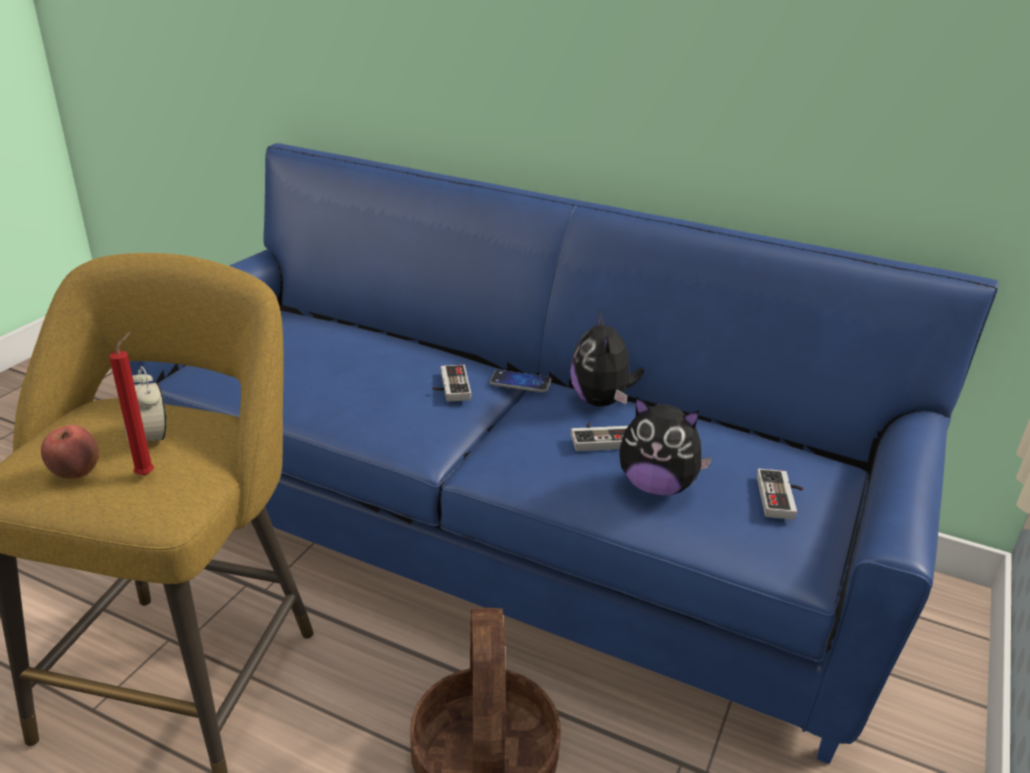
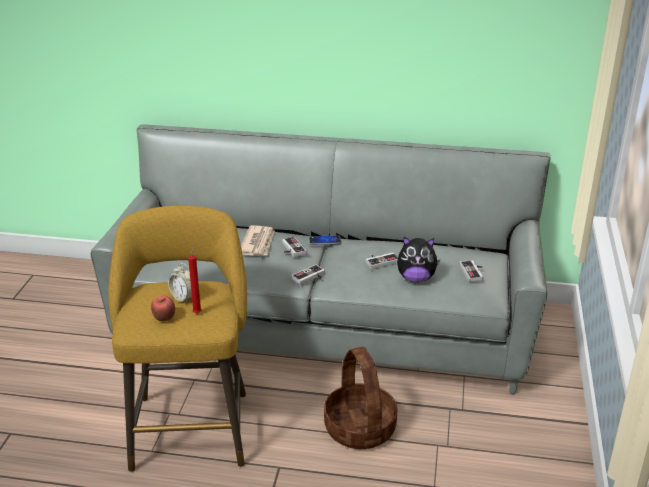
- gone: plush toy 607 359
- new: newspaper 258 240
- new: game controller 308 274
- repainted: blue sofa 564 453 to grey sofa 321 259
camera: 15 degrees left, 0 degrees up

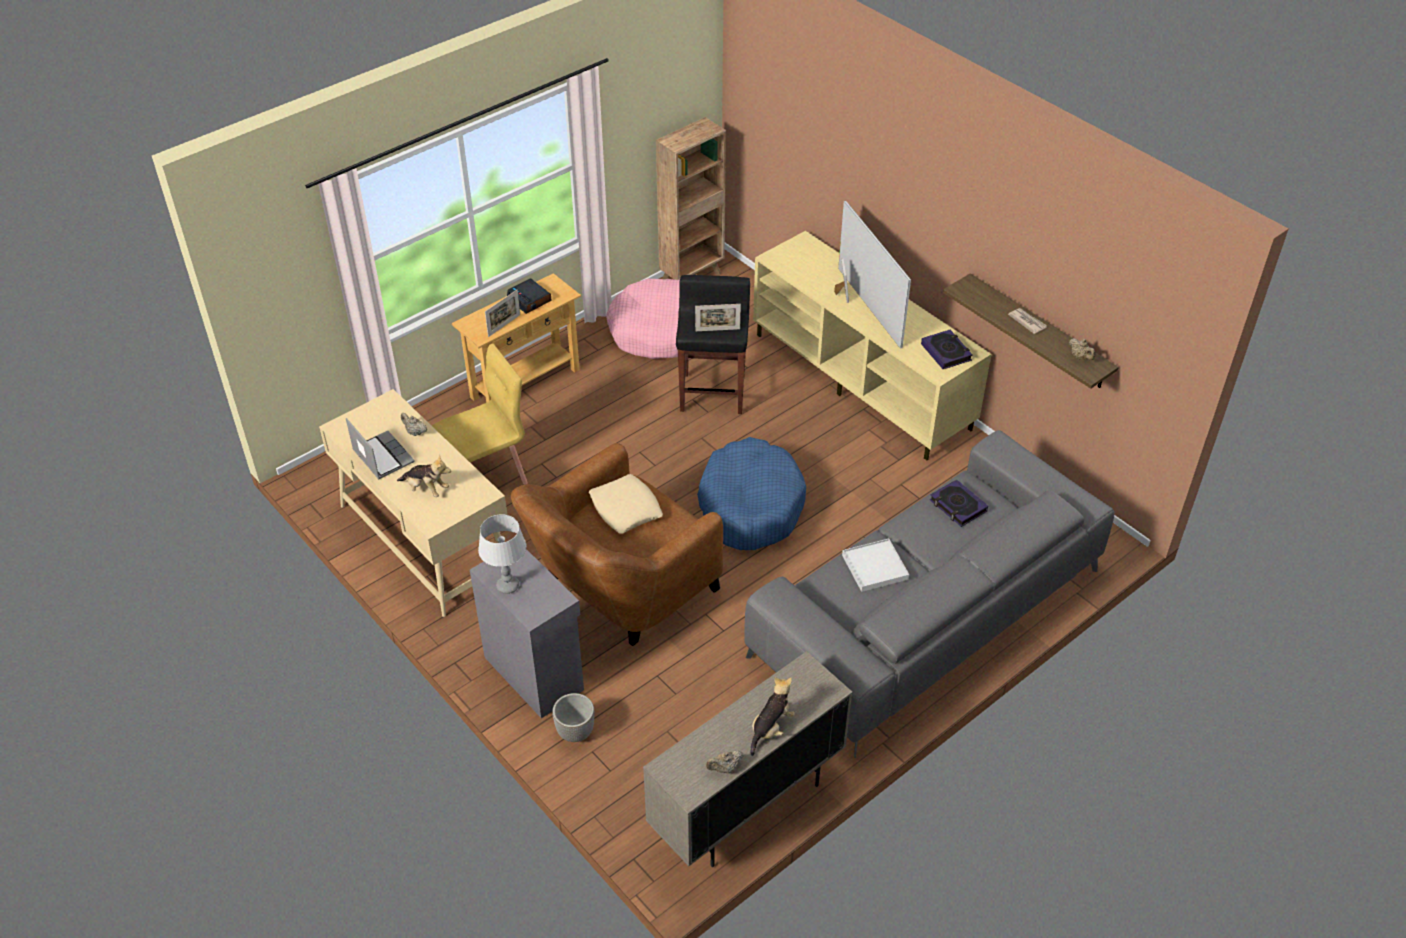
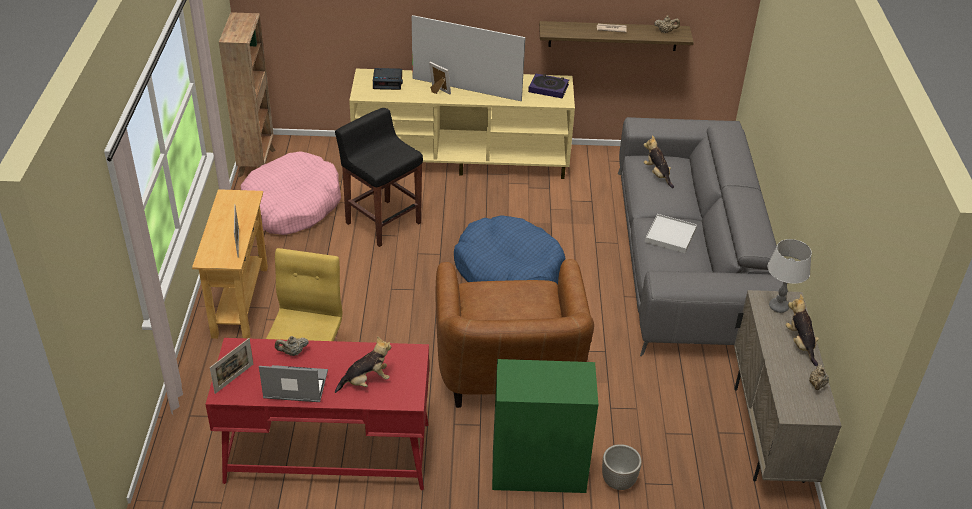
- gone: beige pillow 626 504
- shifted: grey table lamp 502 554 to 790 276
- shifted: alarm clock 529 296 to 388 79
- shifted: picture frame 718 317 to 231 366
- swapped: book 959 503 to plush toy 658 161
- repainted: beige desk 413 503 to red desk 317 414
- repainted: grey cabinet 527 633 to green cabinet 545 426
camera: 50 degrees left, 5 degrees down

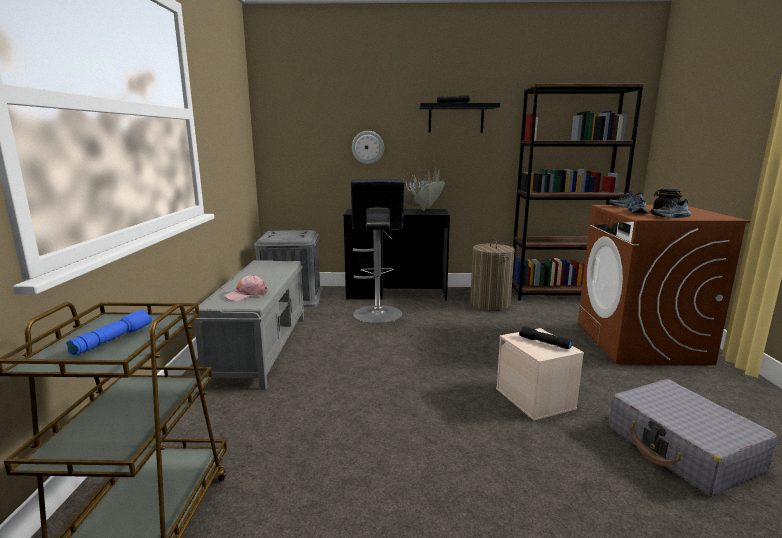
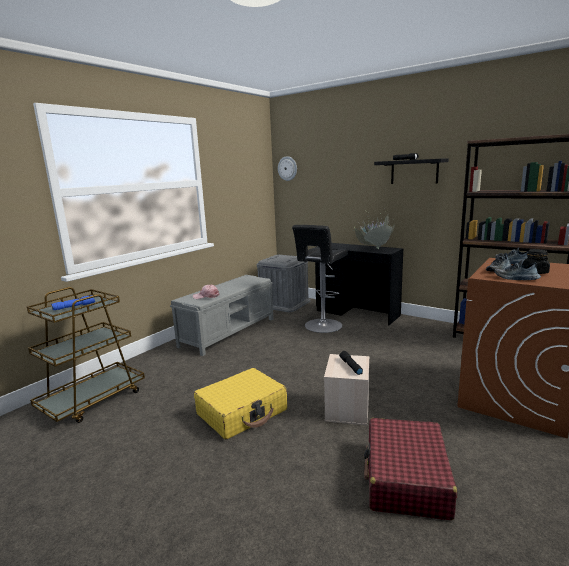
- gone: laundry basket 492 274
- new: yellow suitcase 240 403
- shifted: wall clock 368 147 to 287 168
- repainted: grey suitcase 693 437 to red suitcase 410 469
camera: 35 degrees right, 0 degrees up

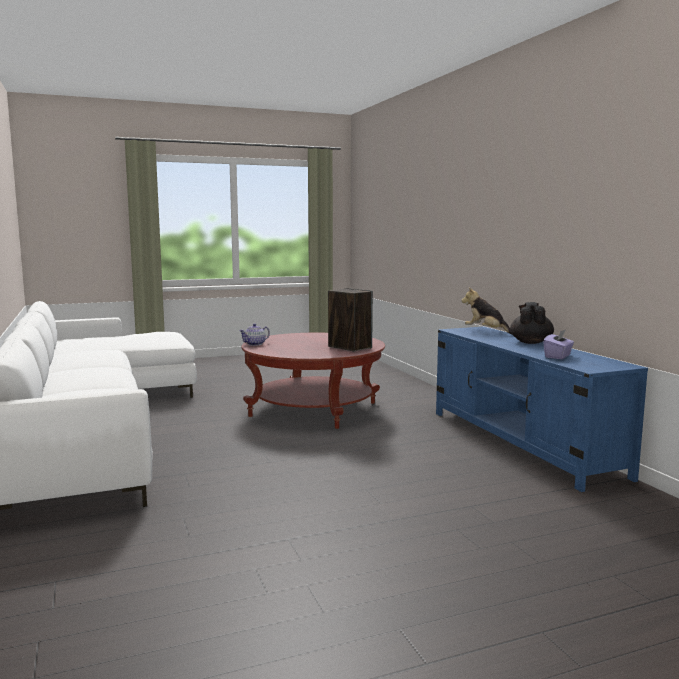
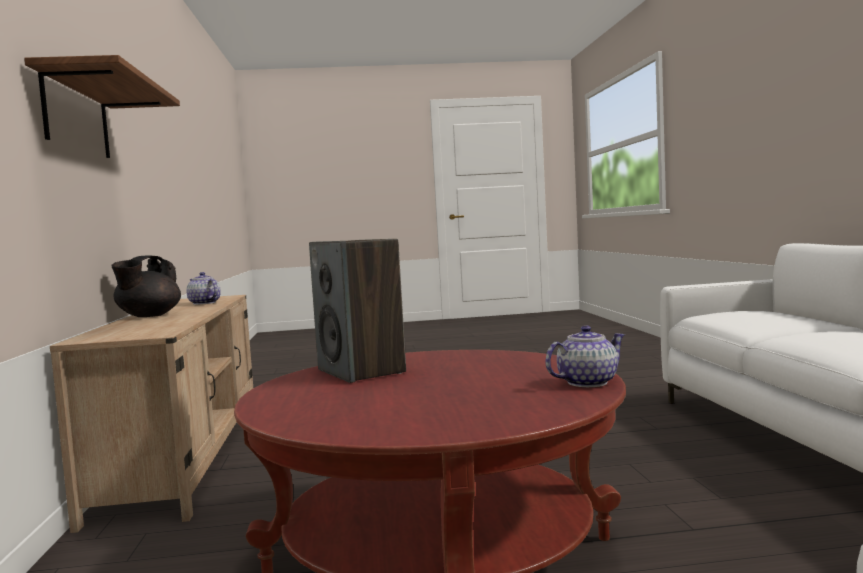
- gone: plush toy 486 311
- new: shelf 102 106
- swapped: purple tissue box 558 344 to teapot 203 288
- repainted: blue tv stand 542 409 to beige tv stand 151 414
camera: 165 degrees left, 5 degrees down

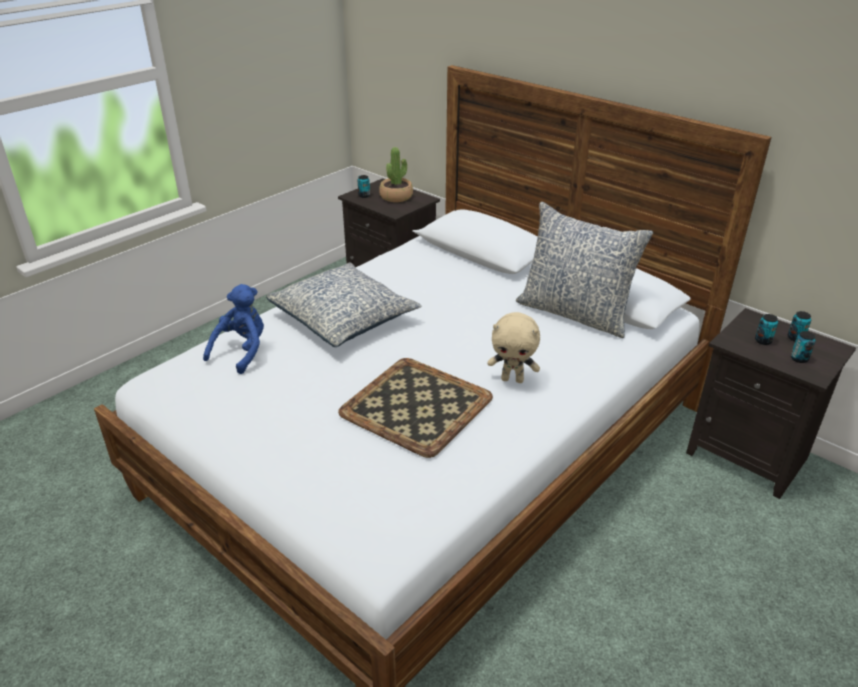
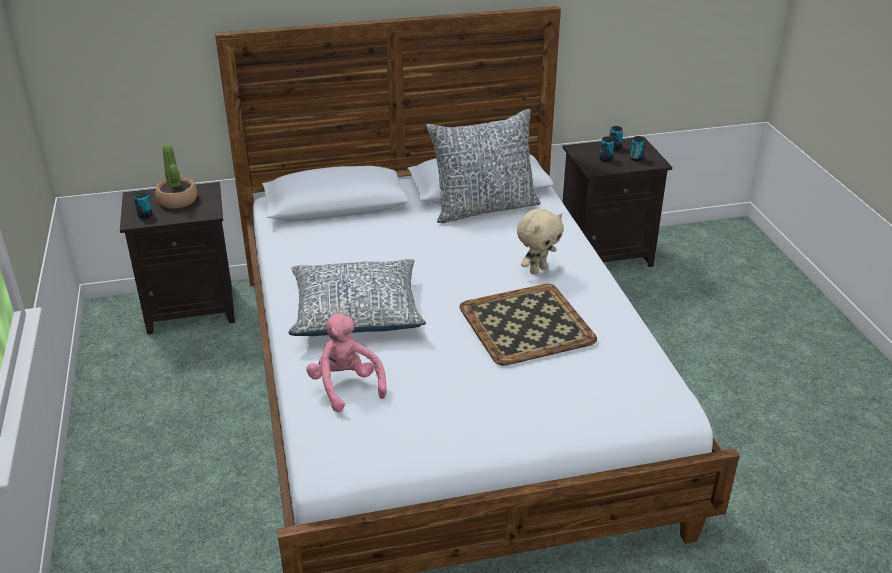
- repainted: blue plush toy 233 329 to pink plush toy 346 363
camera: 55 degrees left, 0 degrees up

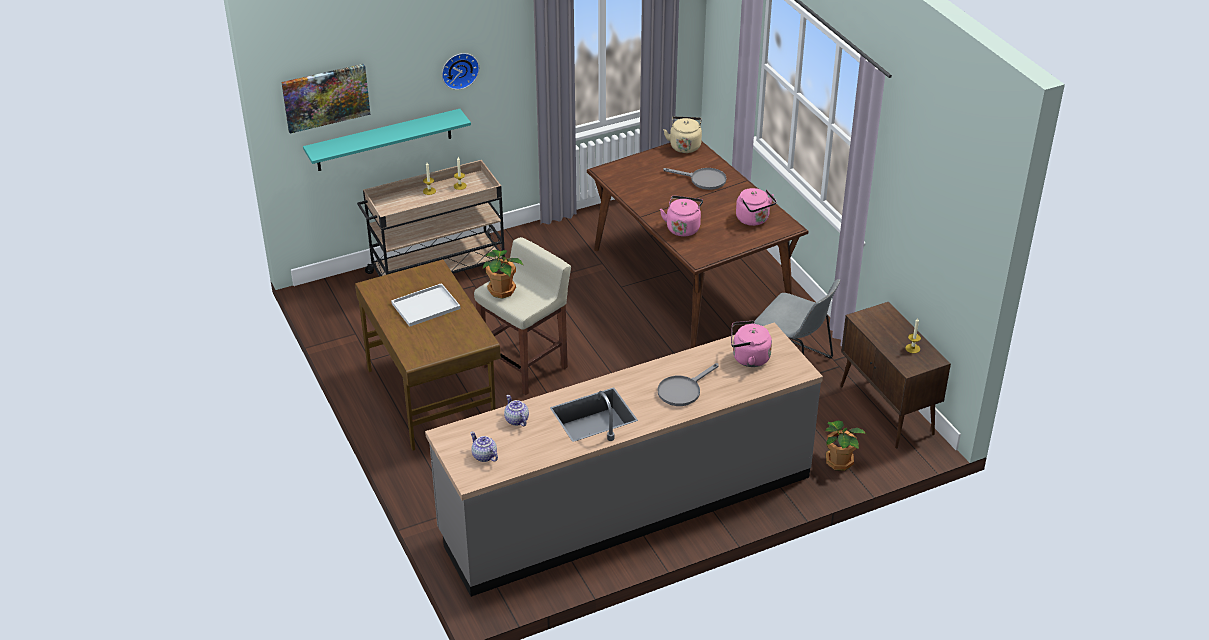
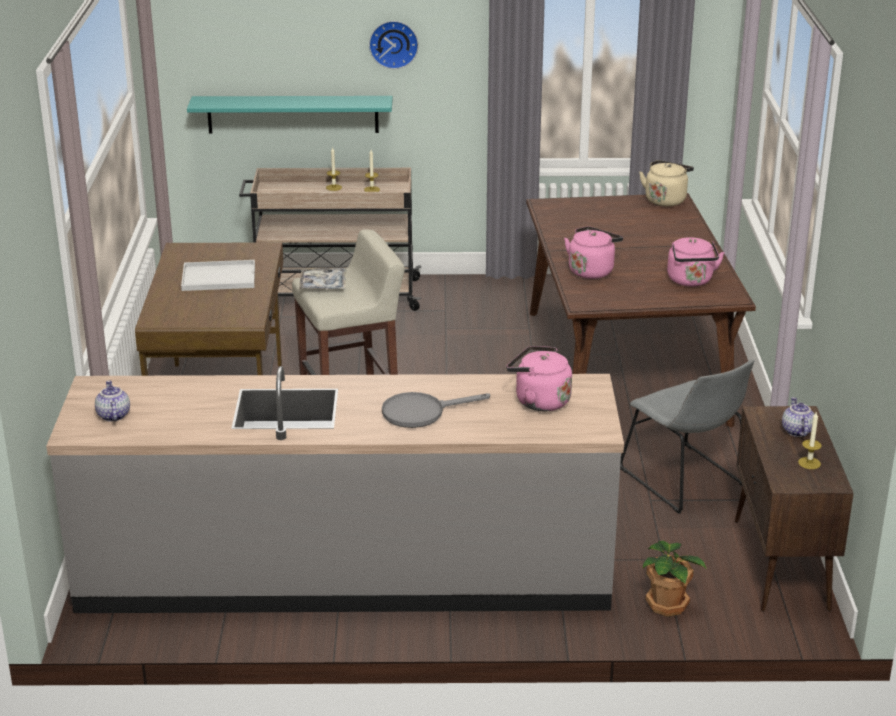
- gone: picture 325 99
- gone: grey frying pan 694 179
- shifted: teapot 516 410 to 798 417
- swapped: potted plant 503 274 to tray 323 278
camera: 25 degrees right, 10 degrees down

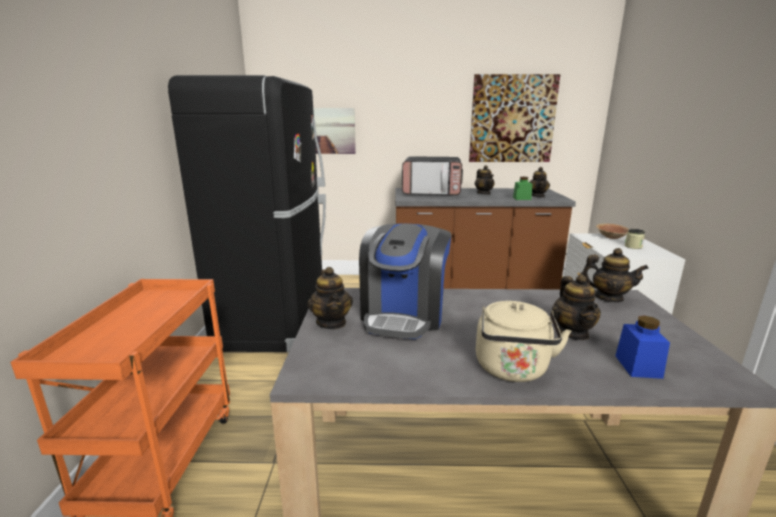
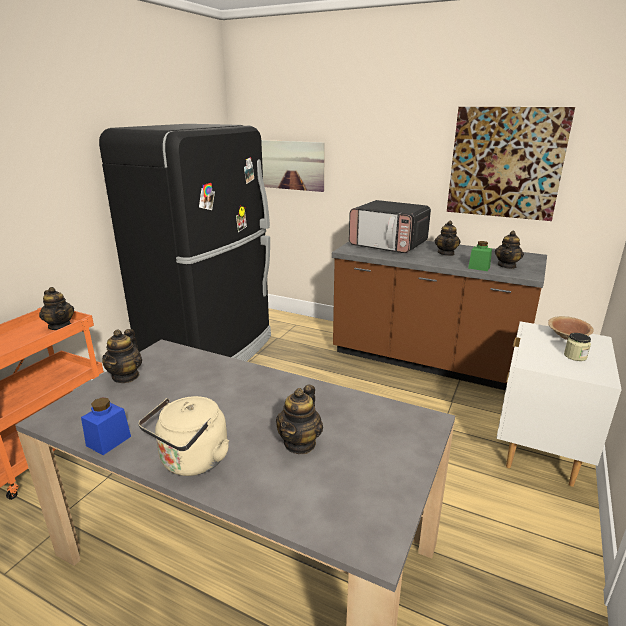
- gone: coffee machine 405 281
- shifted: teapot 614 275 to 56 308
- shifted: blue jar 642 347 to 106 426
camera: 25 degrees right, 5 degrees up

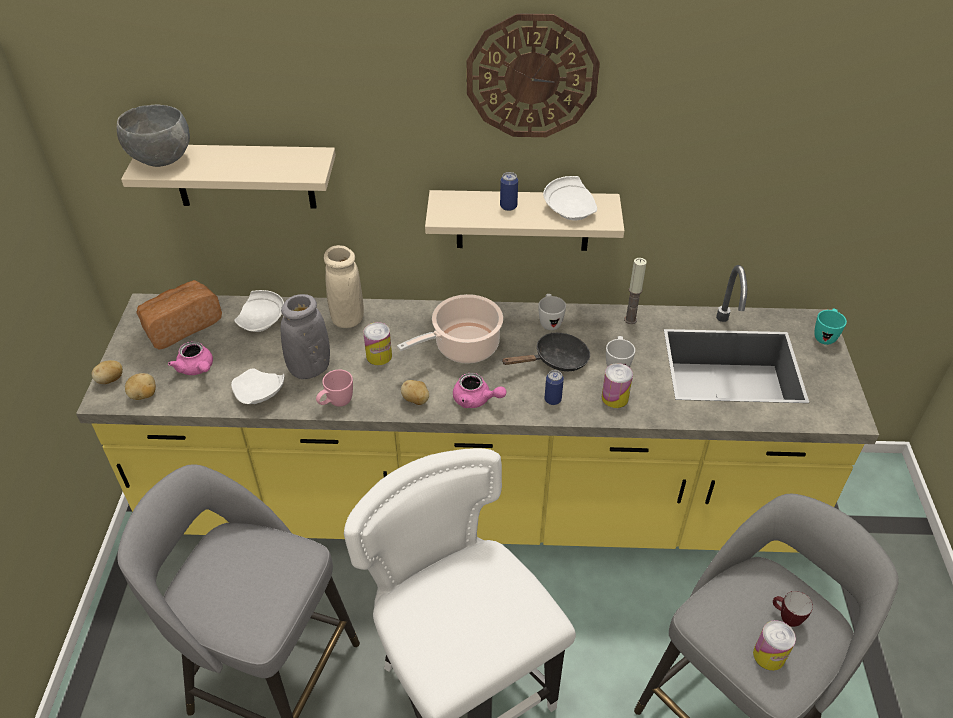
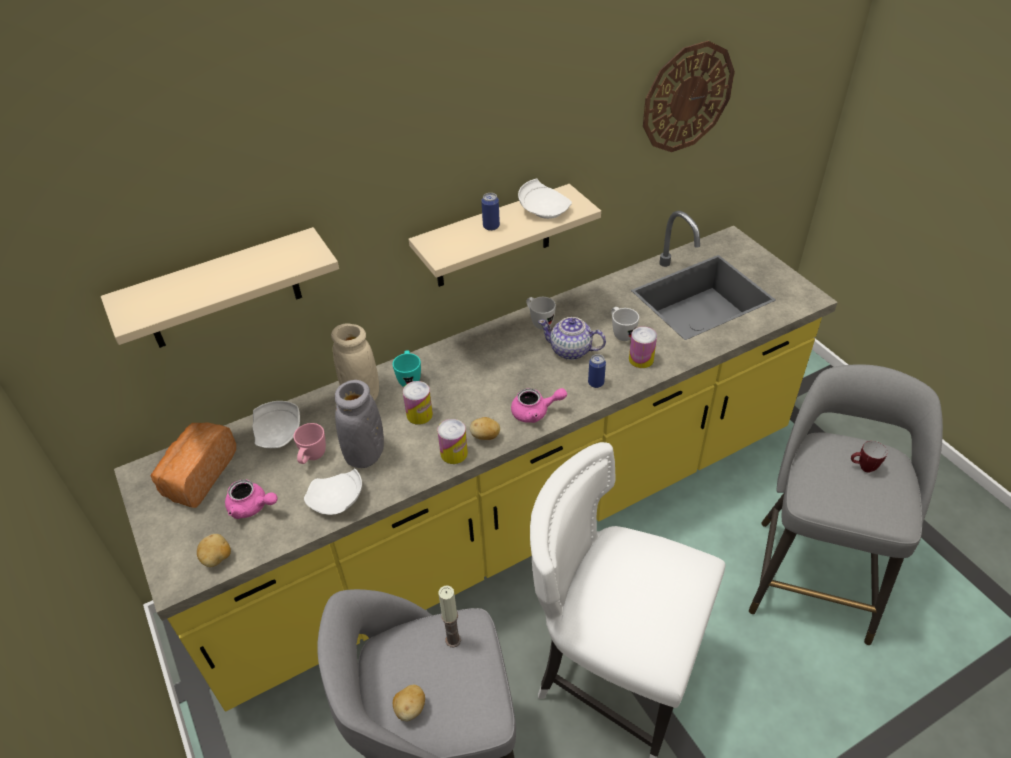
- gone: grey bowl 153 136
- gone: cooking pot 450 329
- shifted: potato 107 372 to 409 703
- shifted: pink mug 334 388 to 310 443
- shifted: wall clock 533 75 to 689 96
- shifted: candle 635 291 to 449 616
- shifted: can 774 645 to 452 441
- shifted: turquoise mug 831 327 to 407 368
- swapped: black frying pan 545 351 to teapot 572 338
camera: 30 degrees left, 0 degrees up

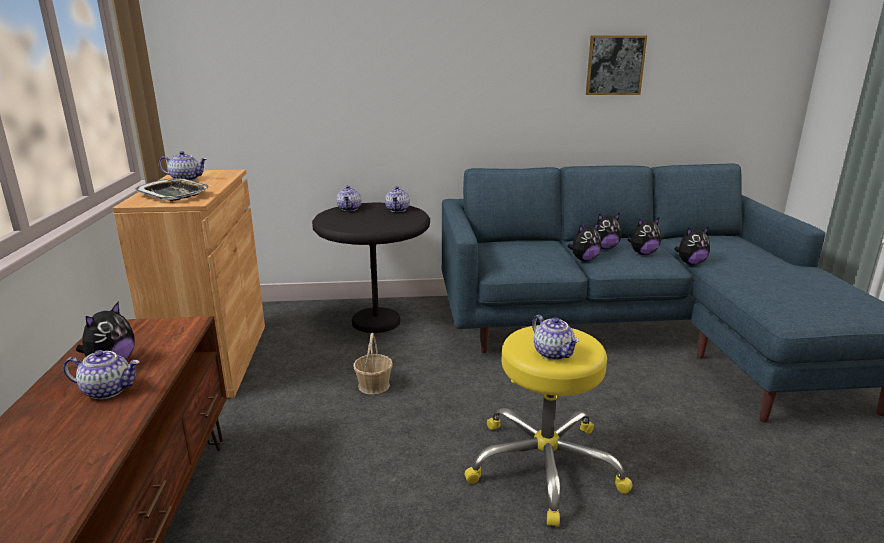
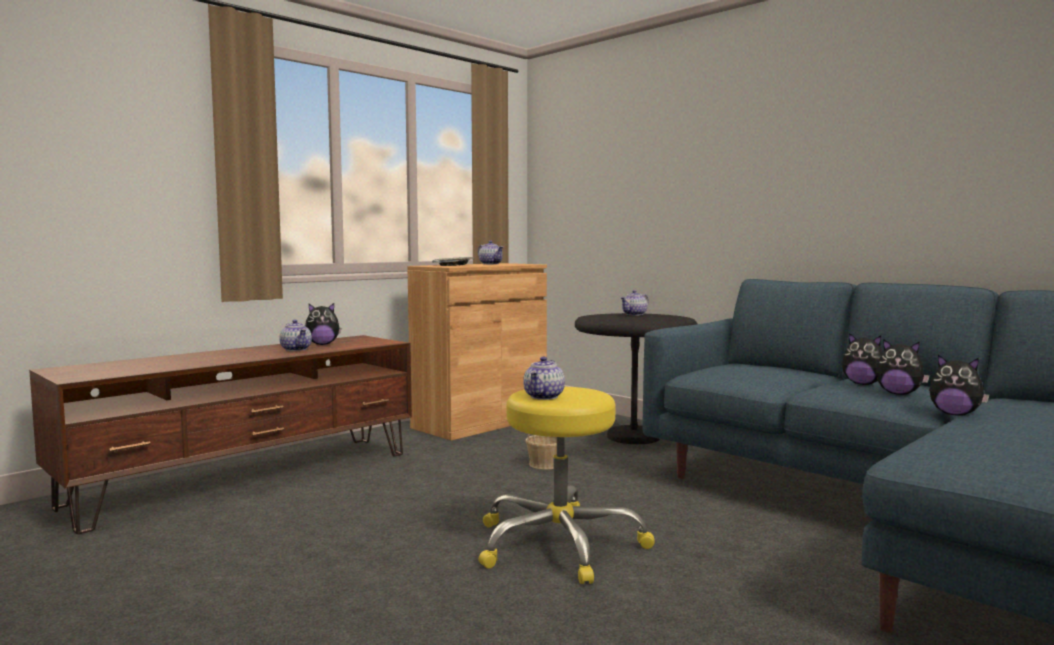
- gone: teapot 397 199
- gone: plush toy 584 241
- gone: picture 616 65
camera: 50 degrees right, 15 degrees down

